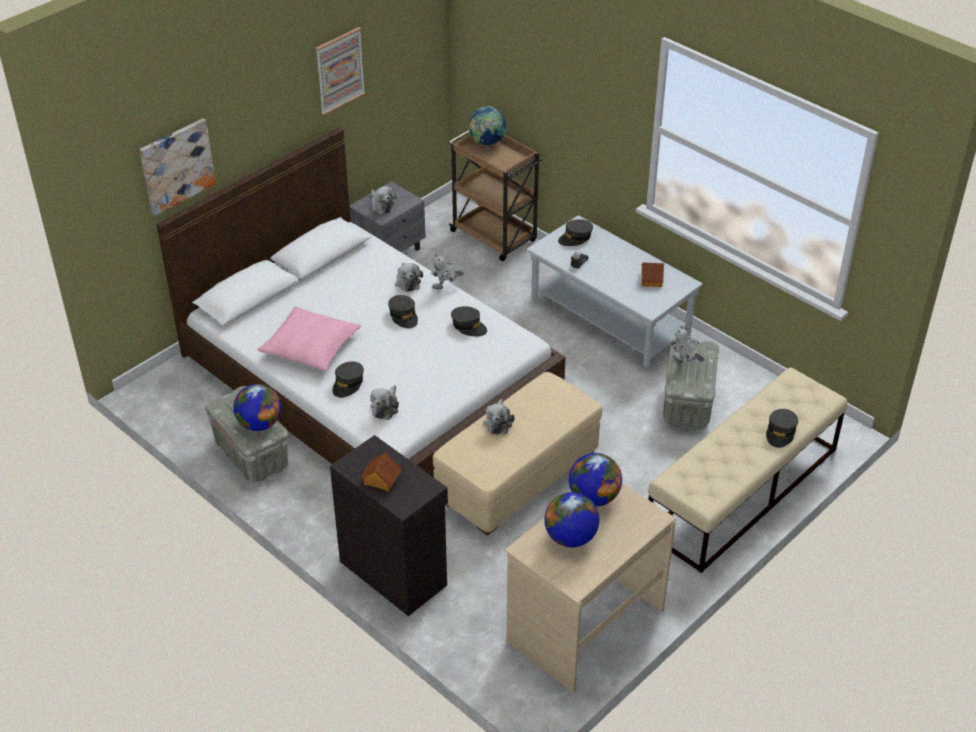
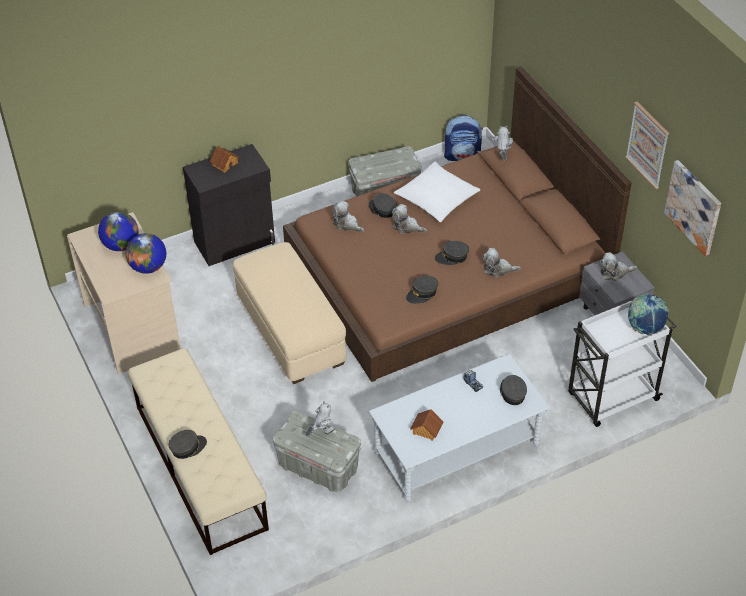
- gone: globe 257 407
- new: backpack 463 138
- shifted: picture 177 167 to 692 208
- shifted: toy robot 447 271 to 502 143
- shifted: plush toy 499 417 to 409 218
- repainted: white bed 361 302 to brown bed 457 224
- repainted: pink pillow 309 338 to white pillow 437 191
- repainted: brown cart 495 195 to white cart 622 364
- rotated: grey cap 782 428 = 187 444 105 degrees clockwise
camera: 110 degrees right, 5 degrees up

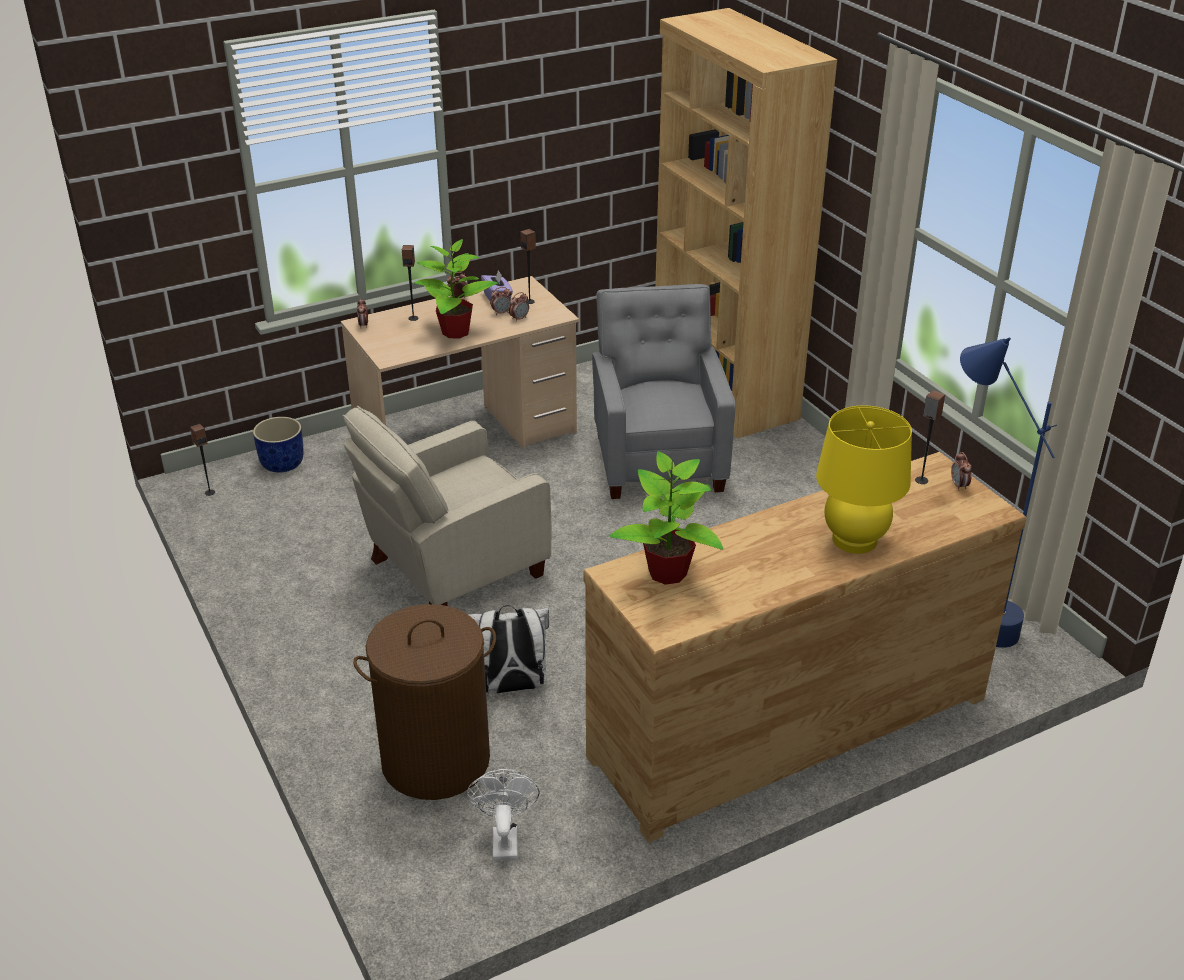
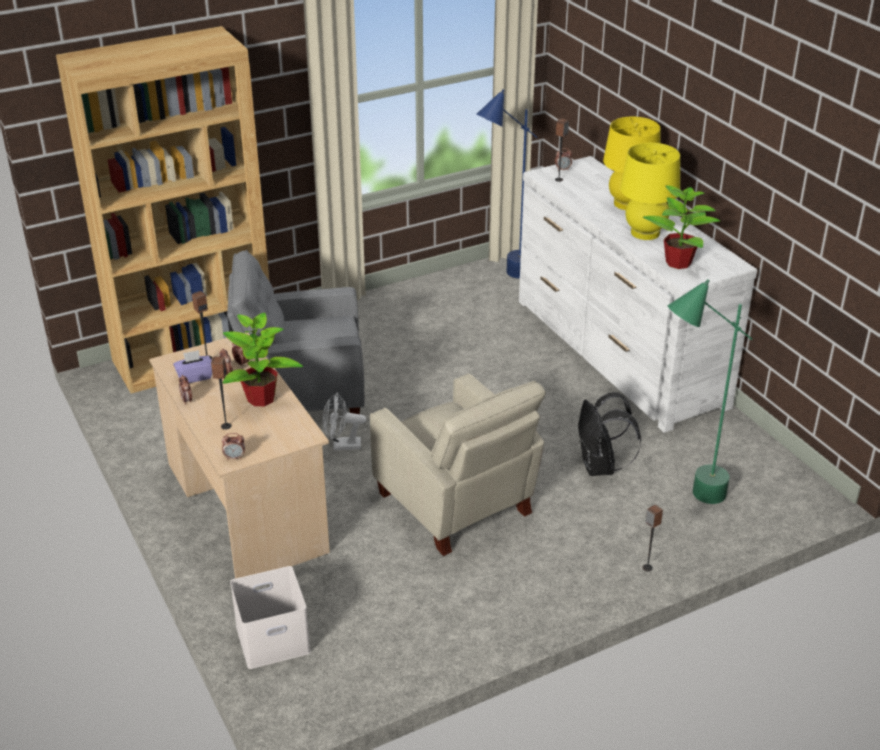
- new: yellow table lamp 650 191
- shifted: speaker 202 460 to 652 538
- shifted: white fan 503 815 to 344 421
- swapped: blue planter 278 445 to white storage box 270 617
- swapped: brown laundry basket 424 702 to green floor lamp 710 391
- repainted: white backpack 508 649 to black backpack 609 434
- repainted: brown dresser 804 647 to white dresser 638 294
camera: 90 degrees left, 0 degrees up

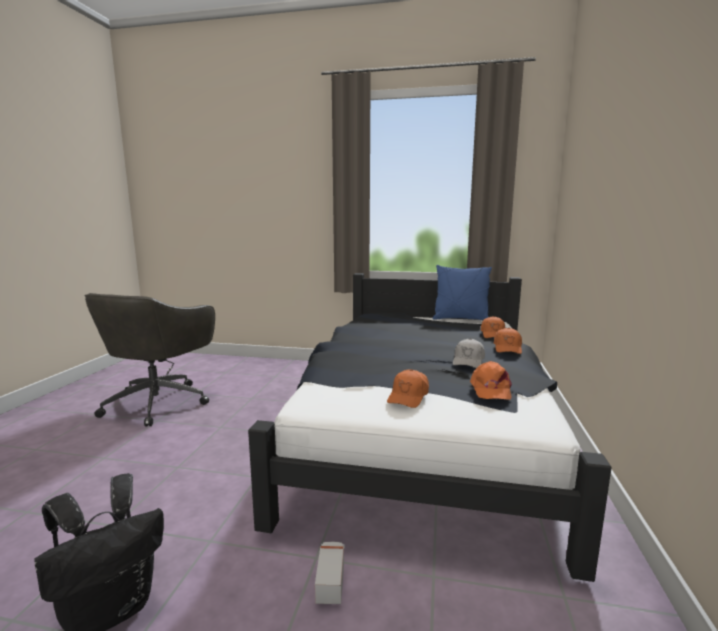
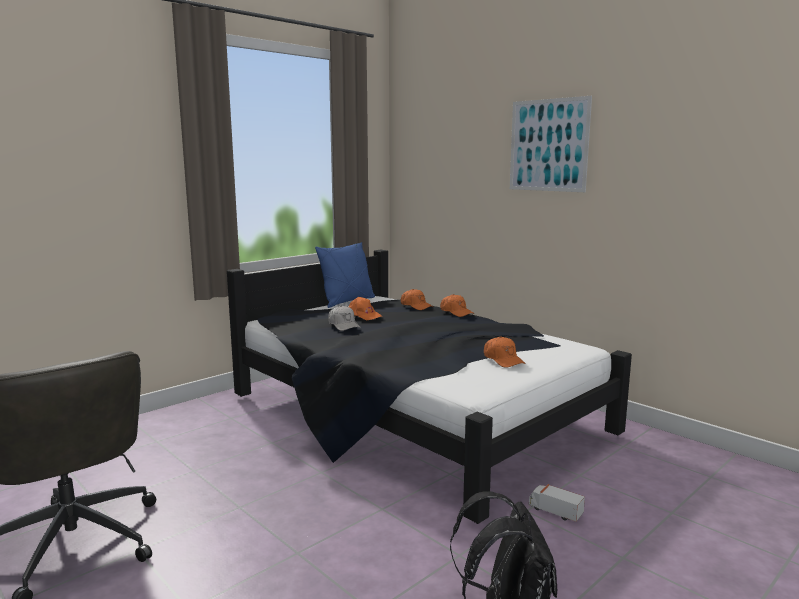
- new: picture 551 144
- shifted: white cap 469 353 to 344 318
- shifted: orange cap 491 380 to 365 308
camera: 55 degrees left, 0 degrees up

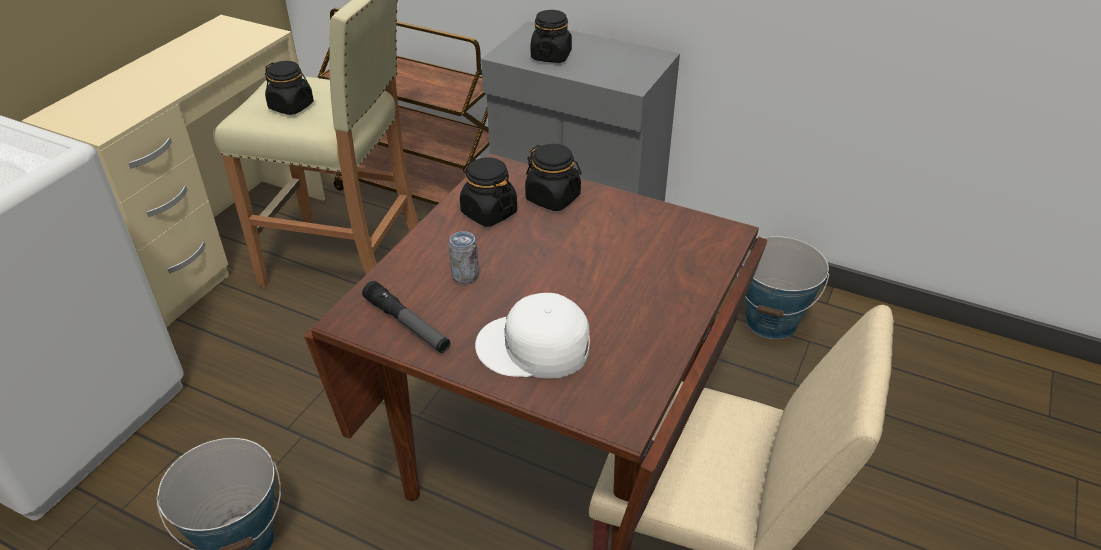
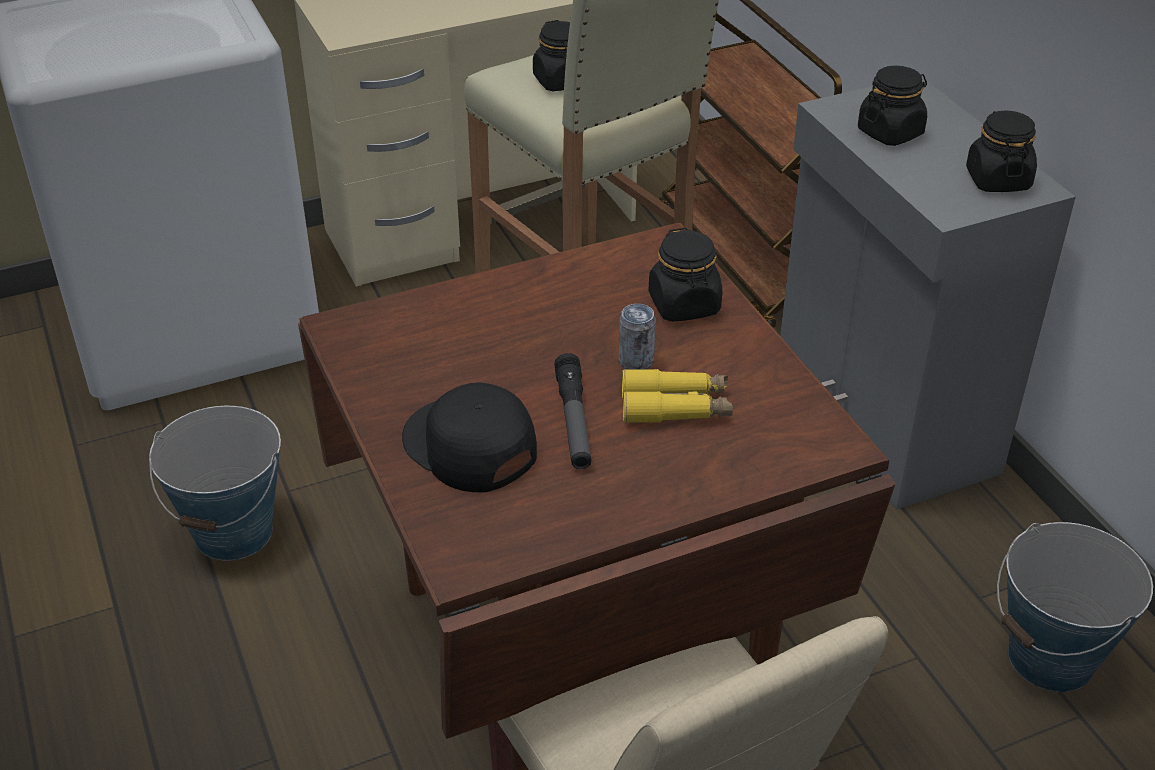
- new: yellow binoculars 677 396
- shifted: flashlight 406 317 to 573 411
- shifted: can 464 257 to 637 337
- shifted: black jar 488 192 to 1001 151
- repainted: white cap 532 336 to black cap 469 437
camera: 40 degrees right, 0 degrees up

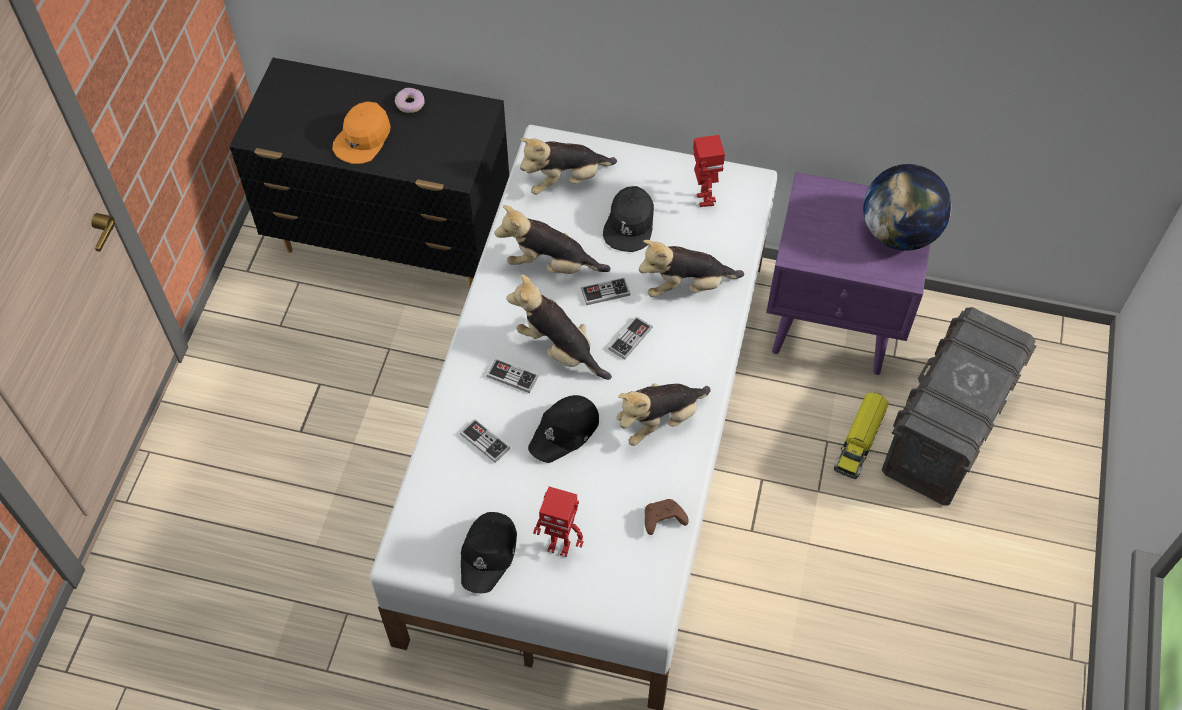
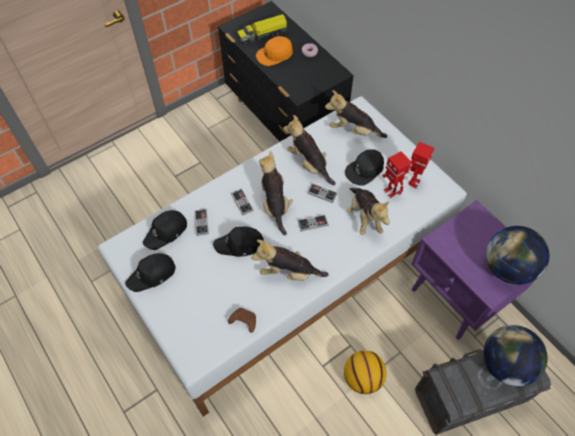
- new: black cap 165 230
- new: basketball 365 372
- new: globe 515 355
- shifted: toy robot 558 521 to 397 174
- shifted: toy truck 861 436 to 263 29
- rotated: plush toy 691 268 = 368 211 135 degrees counterclockwise
camera: 40 degrees right, 0 degrees up

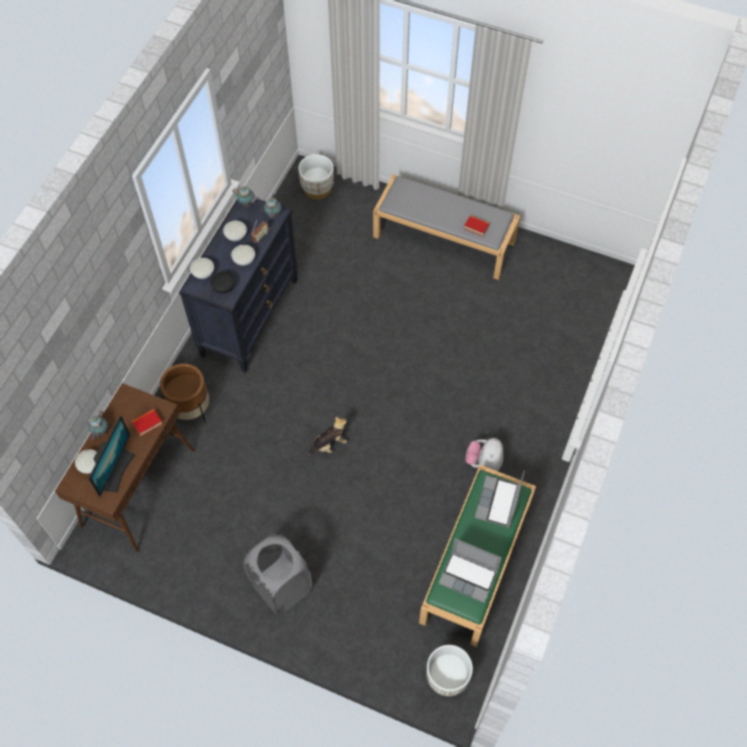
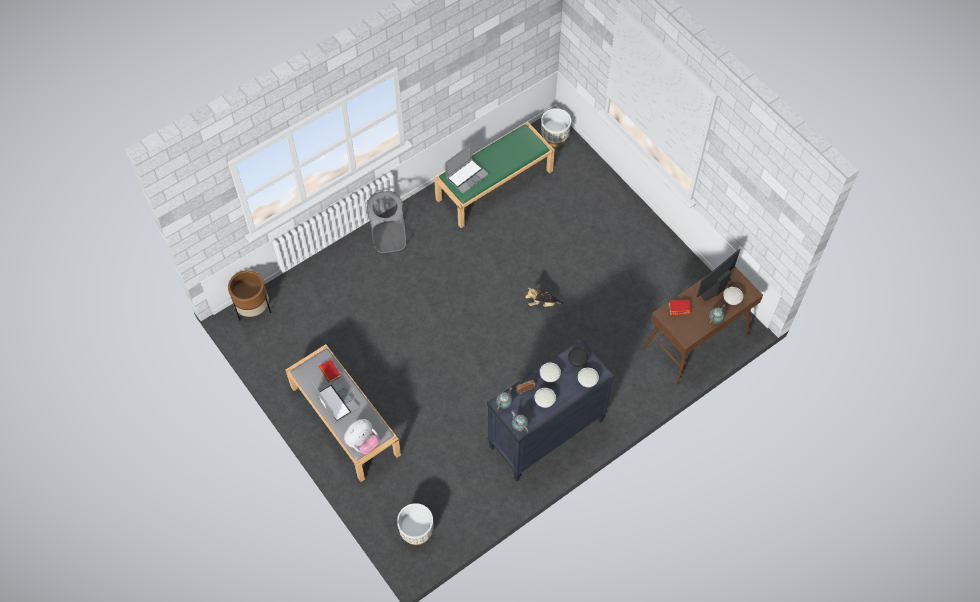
- shifted: brown planter 184 393 to 249 295
- shifted: grey laundry basket 277 574 to 387 222
- shifted: laptop 470 570 to 336 401
- shifted: plush toy 484 454 to 362 436
camera: 150 degrees left, 0 degrees up

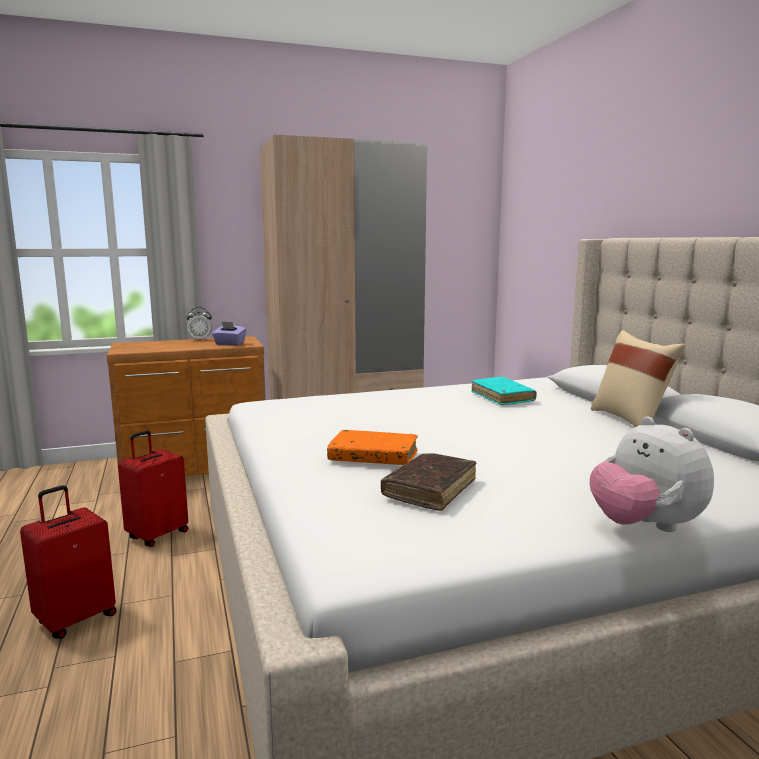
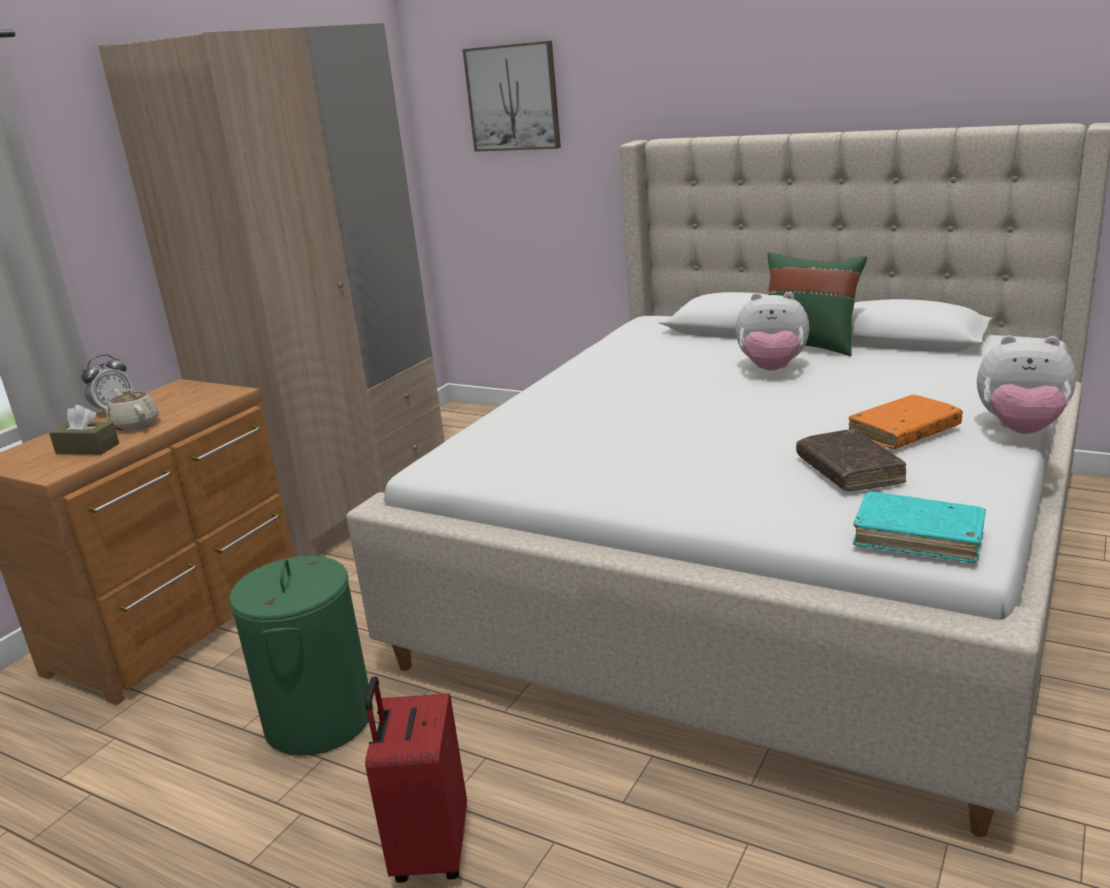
- gone: purple tissue box 229 333
- new: brown tissue box 84 430
- new: beige teapot 133 410
- new: picture 512 96
- new: plush toy 772 331
- shifted: orange book 372 447 to 905 422
- shifted: turquoise book 504 391 to 919 527
- swapped: red suitcase 153 489 to green laundry basket 301 656
- repainted: beige pillow 638 378 to green pillow 817 304
camera: 40 degrees left, 10 degrees up

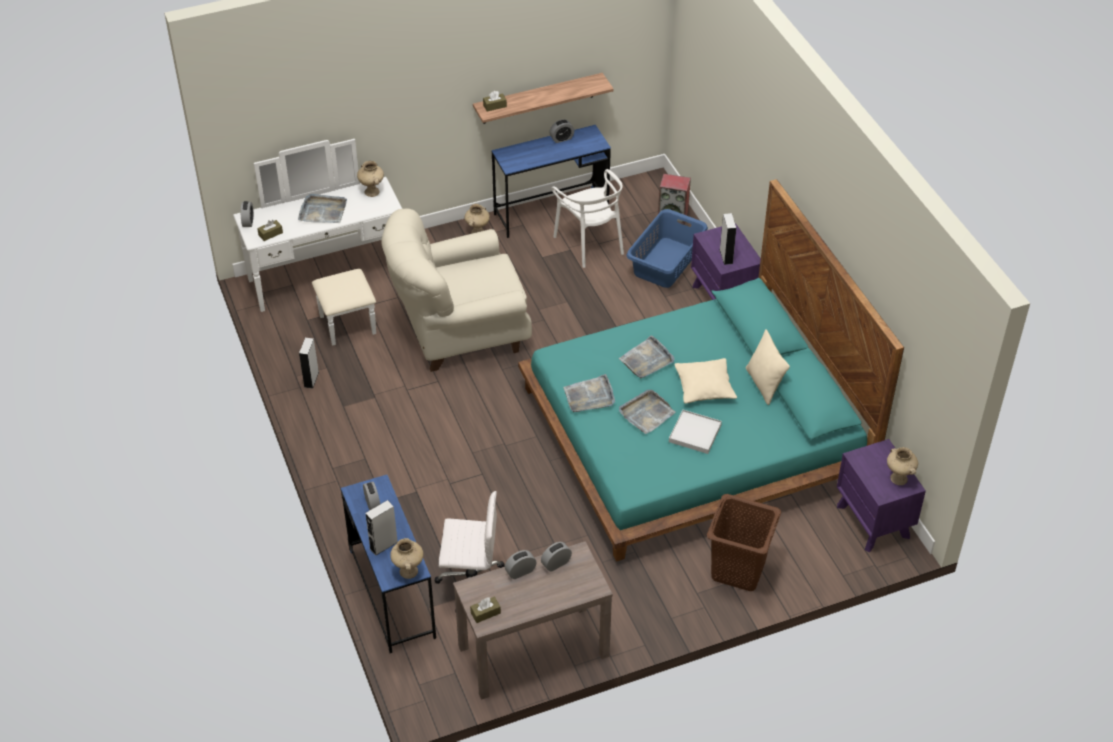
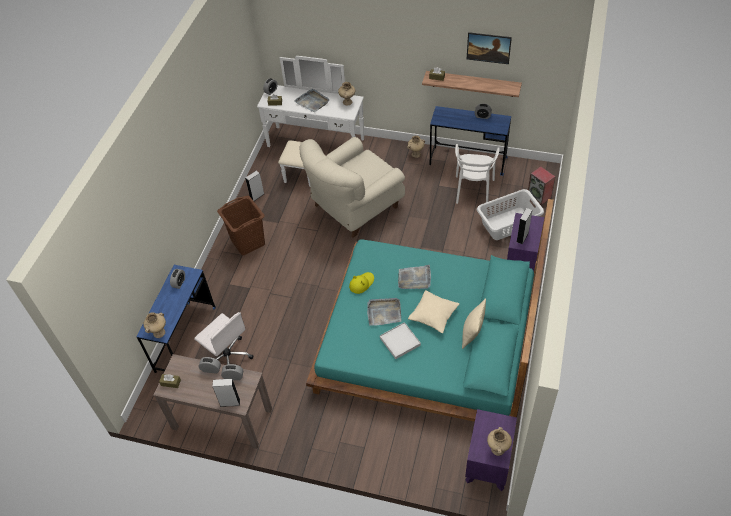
- new: picture 489 48
- shifted: grey speaker 381 528 to 226 393
- shifted: brown laundry basket 744 542 to 241 225
- swapped: grey tray 589 393 to yellow hat 361 283
- repainted: blue laundry basket 667 248 to white laundry basket 510 214
- rotated: beige armchair 456 290 = 352 187 60 degrees counterclockwise
camera: 40 degrees right, 5 degrees up

